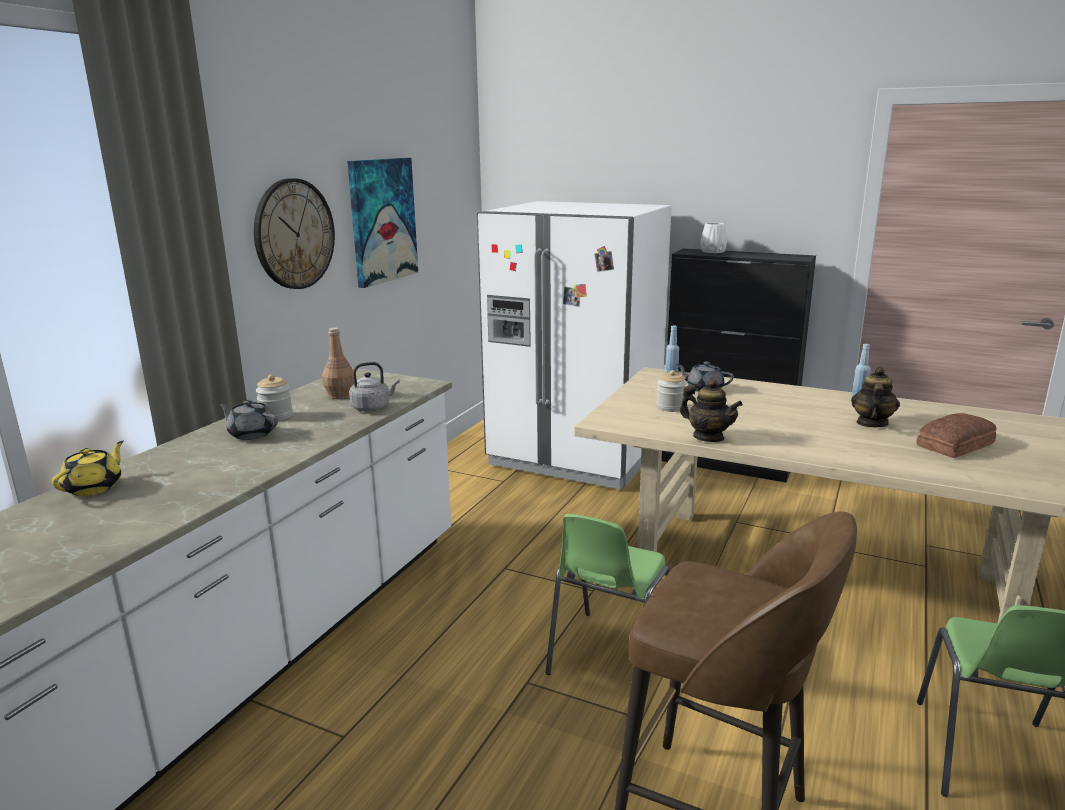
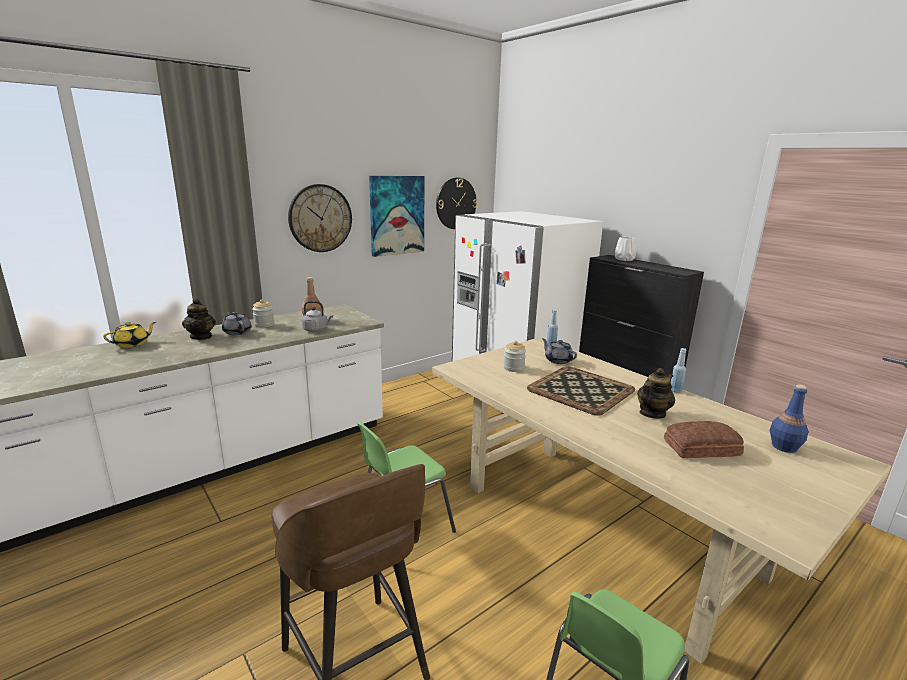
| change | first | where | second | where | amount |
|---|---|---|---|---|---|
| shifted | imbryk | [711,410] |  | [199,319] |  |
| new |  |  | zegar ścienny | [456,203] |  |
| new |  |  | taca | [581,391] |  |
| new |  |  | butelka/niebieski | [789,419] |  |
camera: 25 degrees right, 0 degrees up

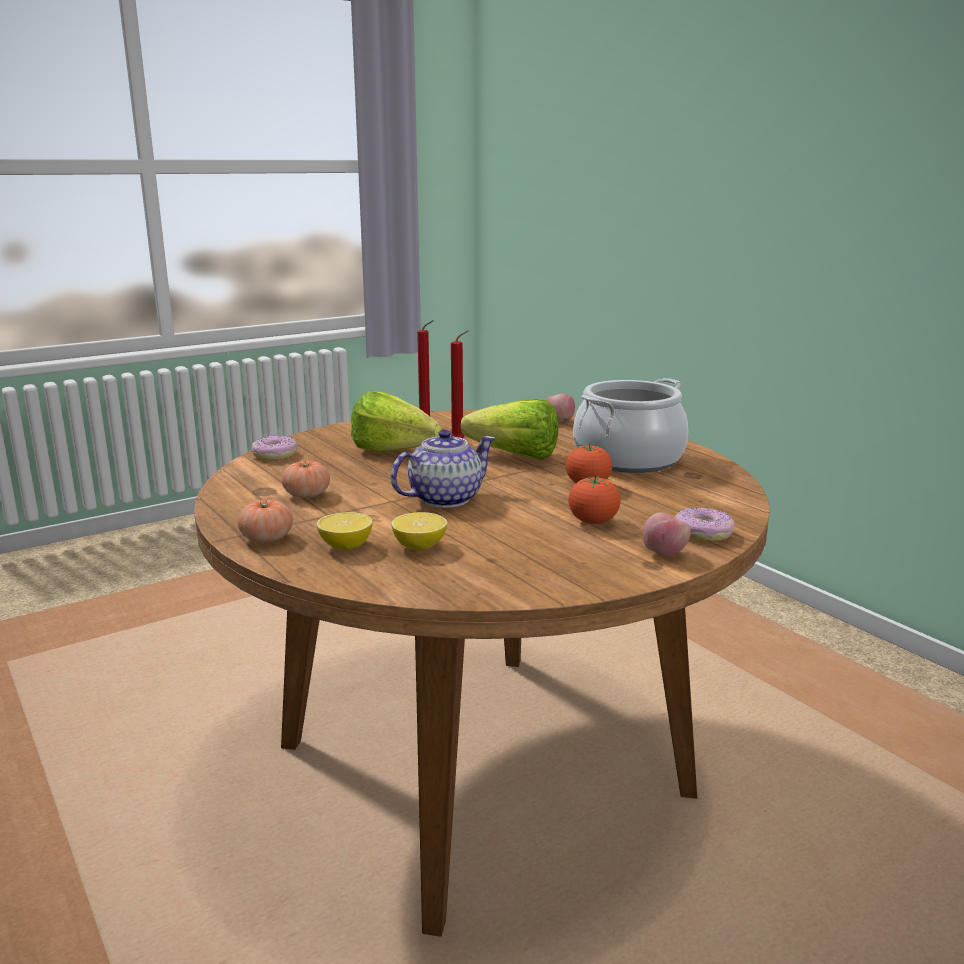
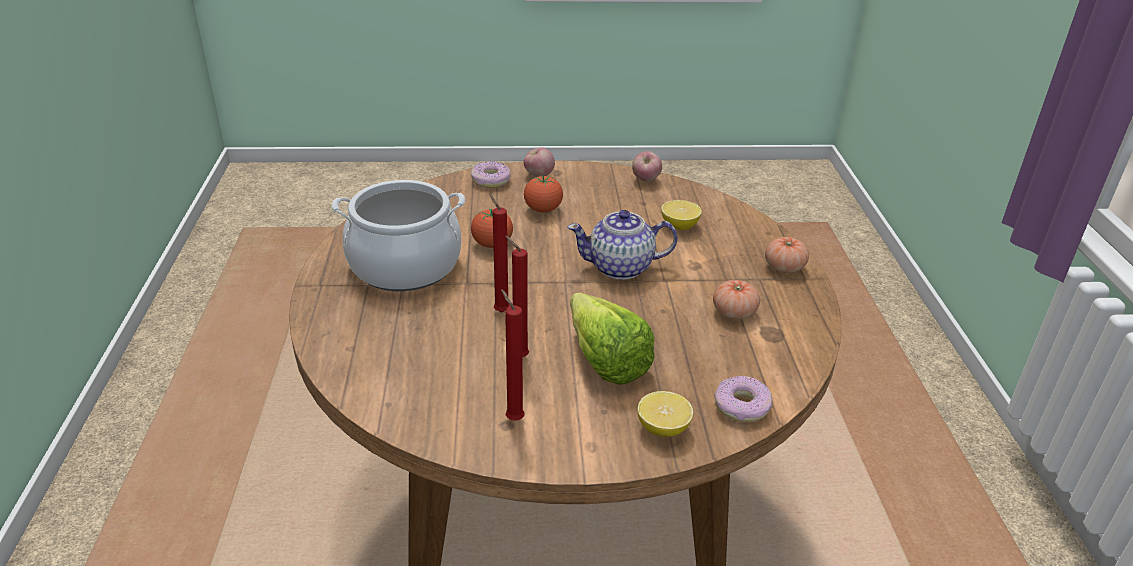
| change | first | where | second | where | amount |
|---|---|---|---|---|---|
| shifted | jabłko | [561,407] |  | [647,166] |  |
| swapped | sałata | [509,429] | świeca/czerwony | [499,252] |  |
| shifted | cytryna | [345,531] |  | [665,414] |  |
camera: 150 degrees left, 15 degrees up

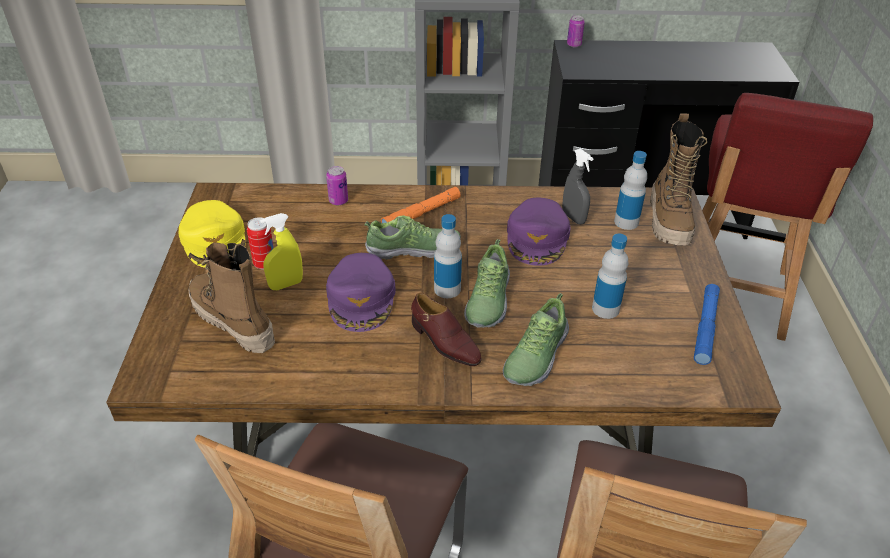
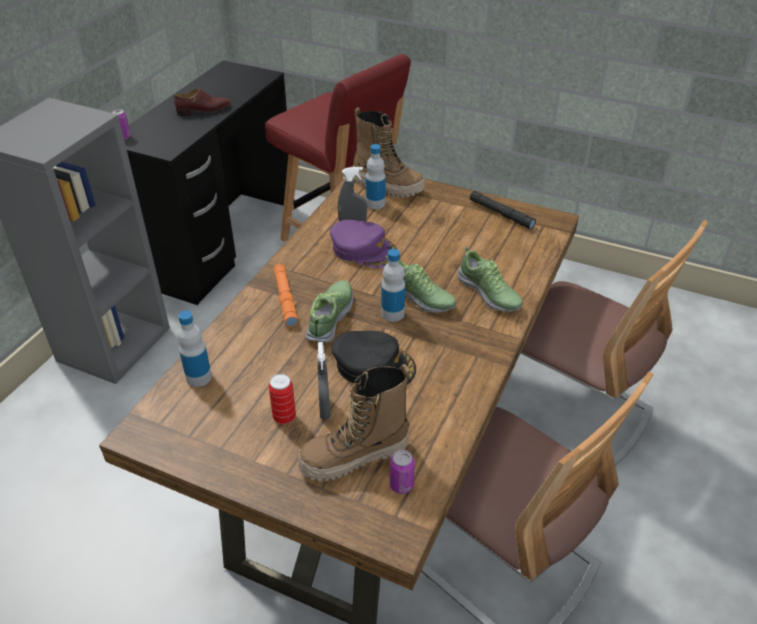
| change | first | where | second | where | amount |
|---|---|---|---|---|---|
| shifted | puszka | [337,185] |  | [402,472] |  |
| gone | czapka z daszkiem/żółty | [212,234] |  |  |  |
| repainted | spryskiwacz/żółty | [281,251] | spryskiwacz/szary | [324,381] |  |
| shifted | butelka | [610,276] |  | [194,348] |  |
| repainted | czapka z daszkiem/fioletowy | [361,292] | czapka z daszkiem/czarny | [374,358] |  |
| repainted | latarka/niebieski | [707,324] | latarka/czarny | [503,210] |  |
| shifted | but/brązowy | [446,329] |  | [202,102] |  |
camera: 65 degrees left, 0 degrees up

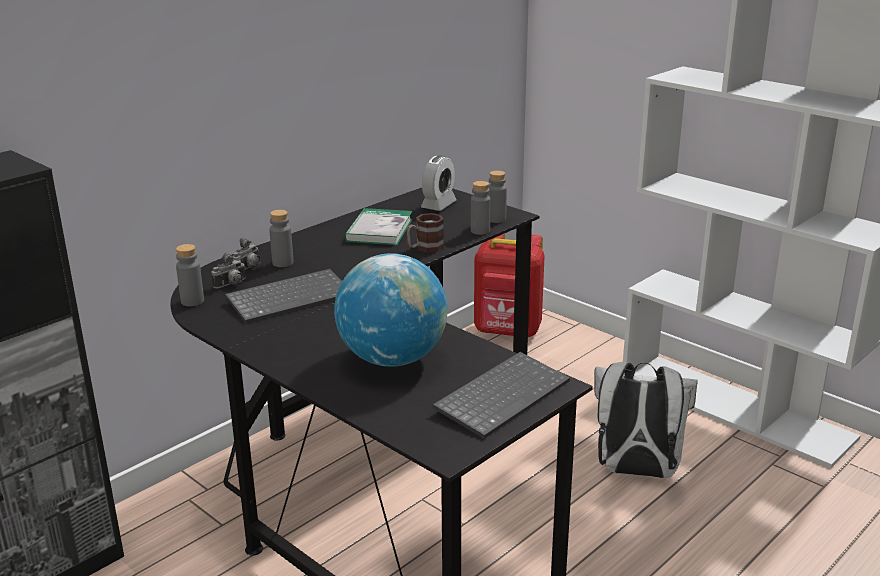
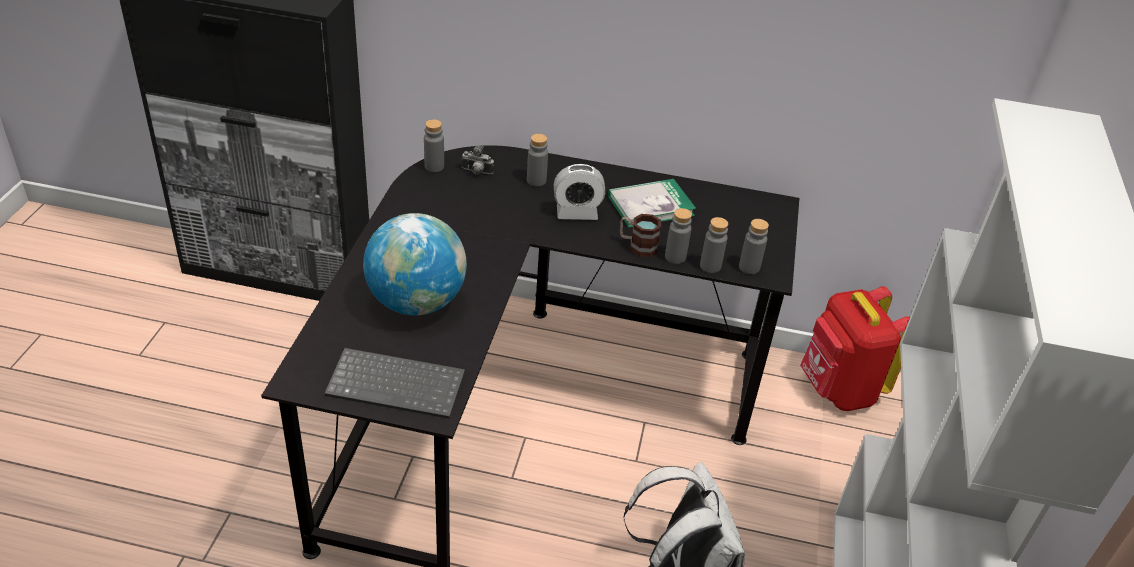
| change | first | where | second | where | amount |
|---|---|---|---|---|---|
| shifted | budzik | [438,183] |  | [579,192] |  |
| gone | aparat fotograficzny | [246,254] |  |  |  |
| gone | klawiatura | [283,296] |  |  |  |
| new |  |  | butelka/szary | [678,236] |  |
camera: 55 degrees right, 15 degrees up

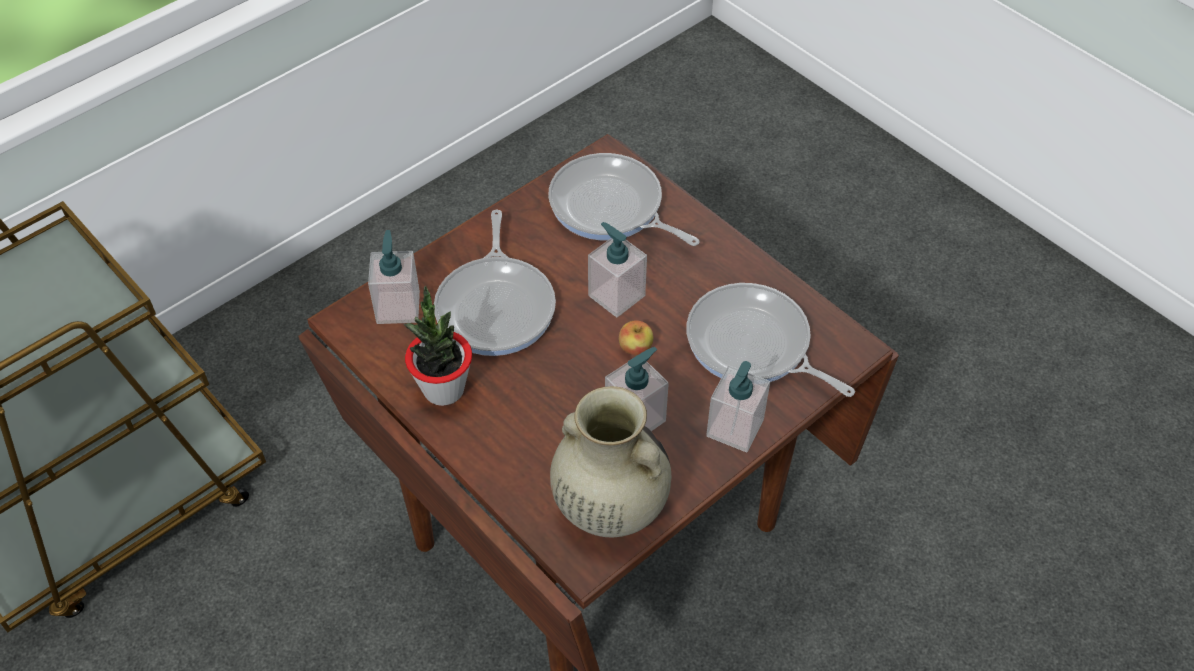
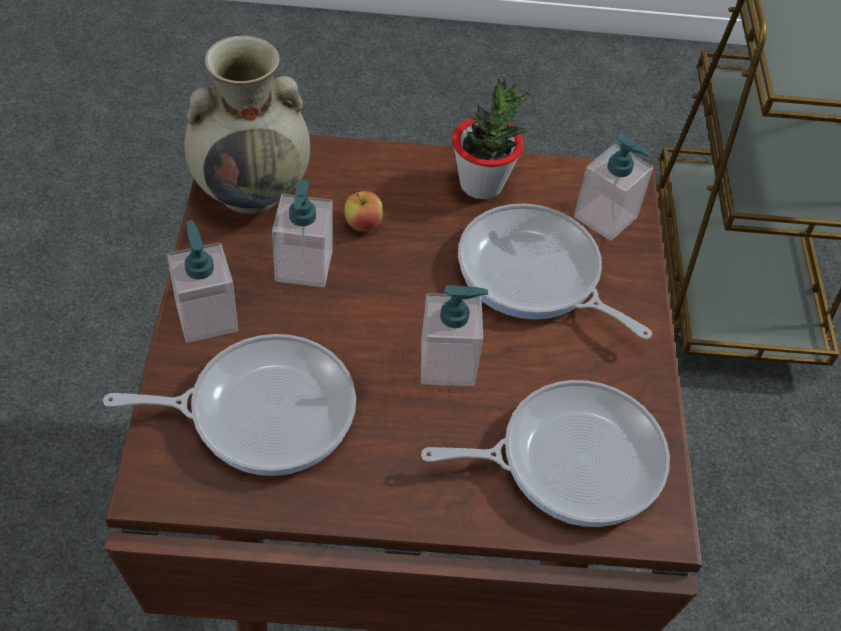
| change | first | where | second | where | amount |
|---|---|---|---|---|---|
| shifted | jabłko | [636,337] |  | [363,211] |  |
camera: 130 degrees right, 0 degrees up

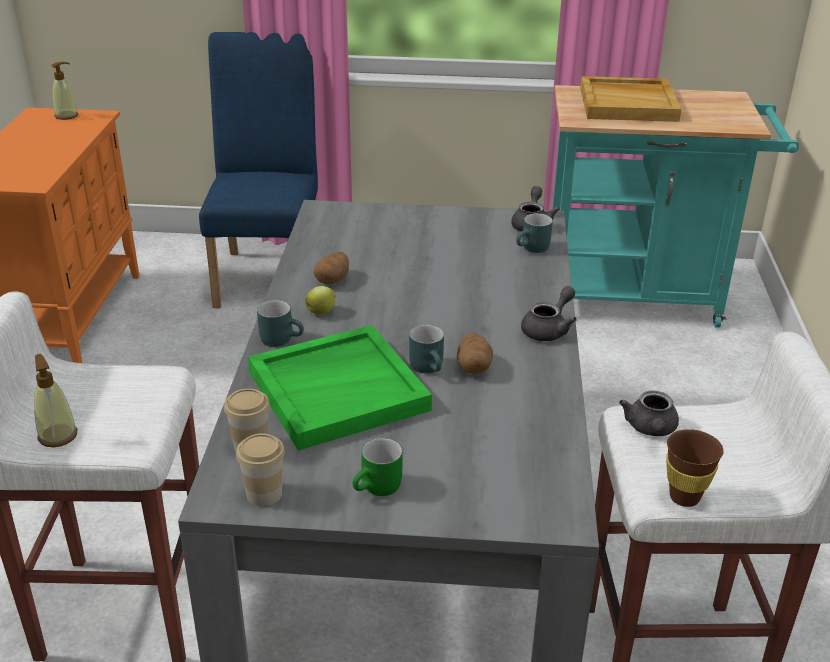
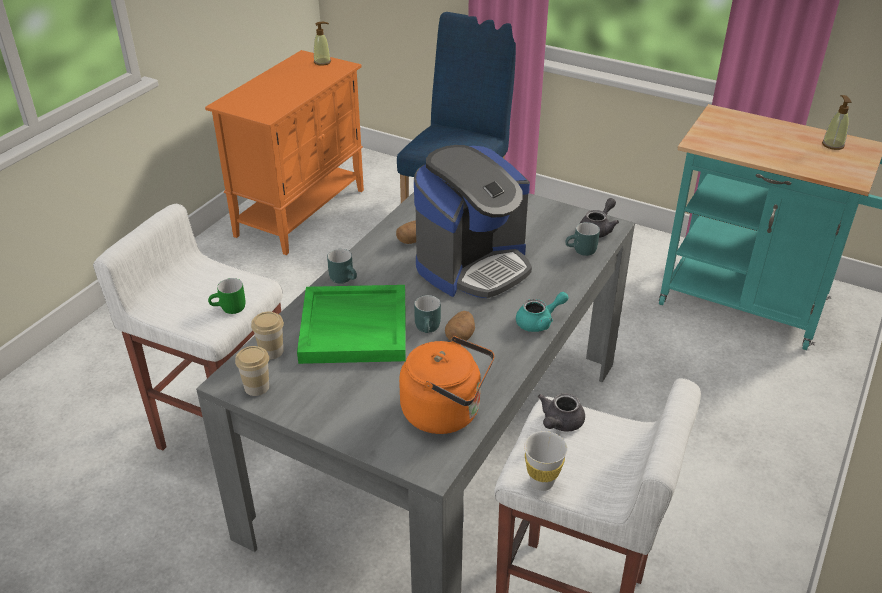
| change | first | where | second | where | amount |
|---|---|---|---|---|---|
| gone | taca/beżowy | [631,99] |  |  |  |
| gone | jabłko | [320,300] |  |  |  |
| repainted | imbryk/szary | [549,313] | imbryk/turkusowy | [542,312] |  |
| shifted | dozownik mydła | [55,400] |  | [836,122] |  |
| repainted | filiżanka/brązowy | [695,468] | filiżanka/biały | [546,461] |  |
| shifted | kubek/zielony | [378,467] |  | [227,296] |  |
| new |  |  | ekspres do kawy | [473,221] |  |
| new |  |  | czajnik/pomarańczowy | [446,385] |  |
camera: 25 degrees right, 5 degrees up

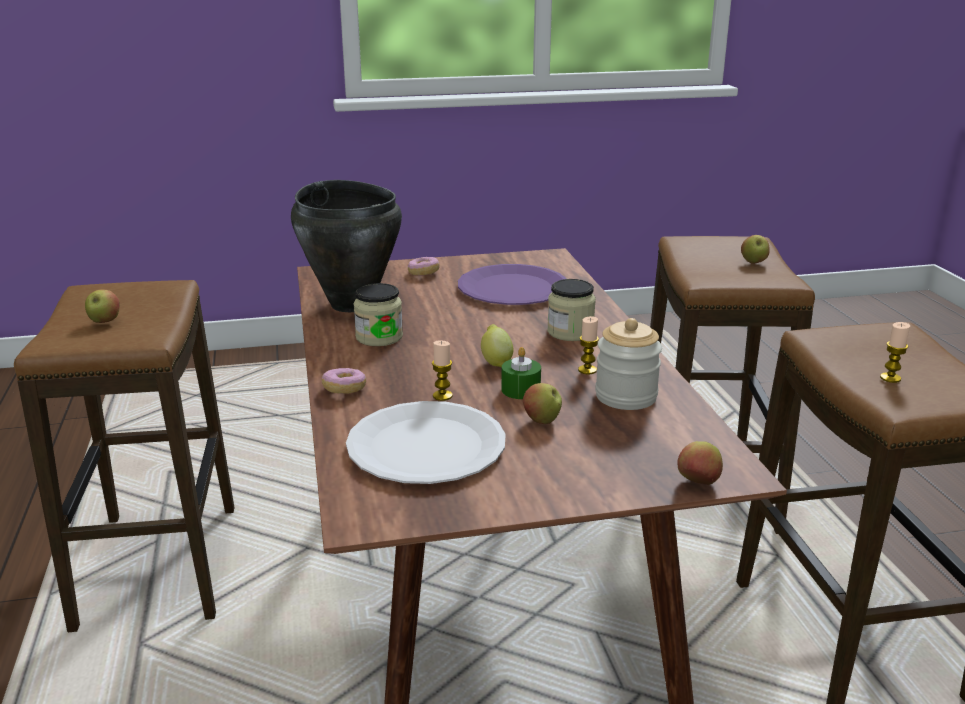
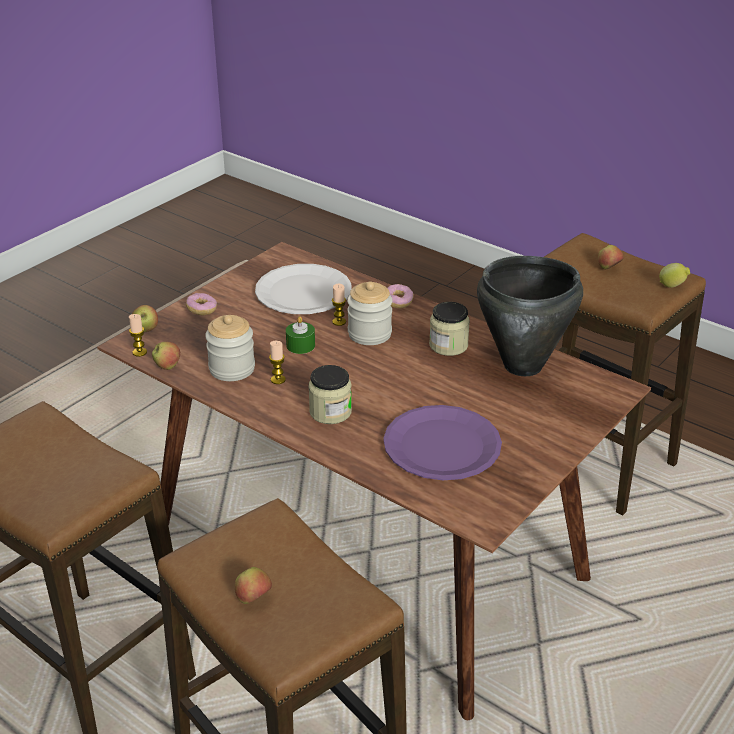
| change | first | where | second | where | amount |
|---|---|---|---|---|---|
| shifted | donut | [424,266] |  | [201,304] |  |
| shifted | świeca | [895,352] |  | [138,335] |  |
| shifted | cytryna | [497,345] |  | [674,275] |  |
| shifted | jabłko | [542,403] |  | [166,356] |  |
| new |  |  | słoik | [370,313] |  |
camera: 140 degrees right, 10 degrees up

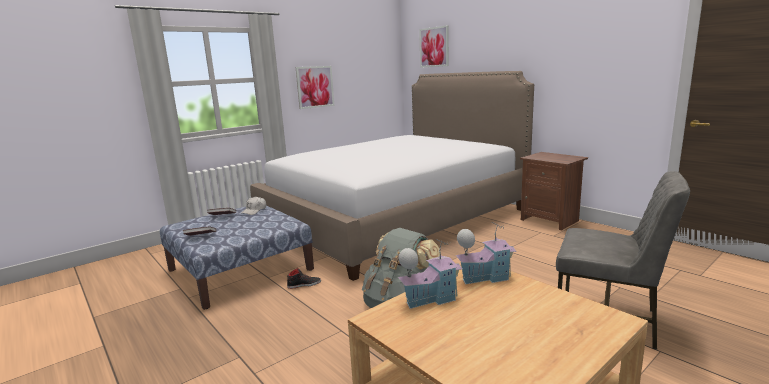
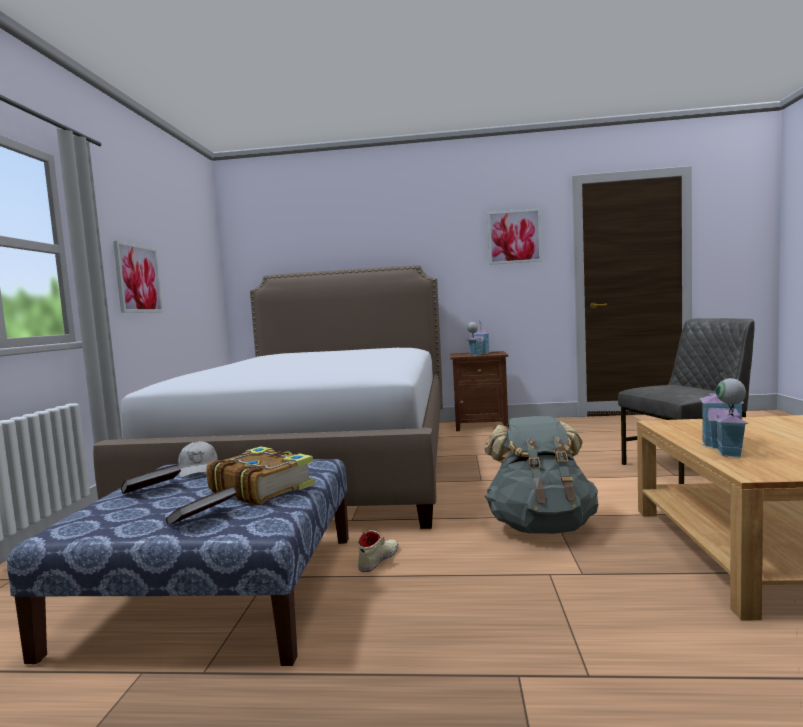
| change | first | where | second | where | amount |
|---|---|---|---|---|---|
| shifted | obraz | [434,46] |  | [514,236] |  |
| shifted | domek | [486,253] |  | [478,337] |  |
| repainted | but/czarny | [304,278] | but/beżowy | [378,551] |  |
| new |  |  | książka | [260,475] |  |
camera: 45 degrees left, 10 degrees down

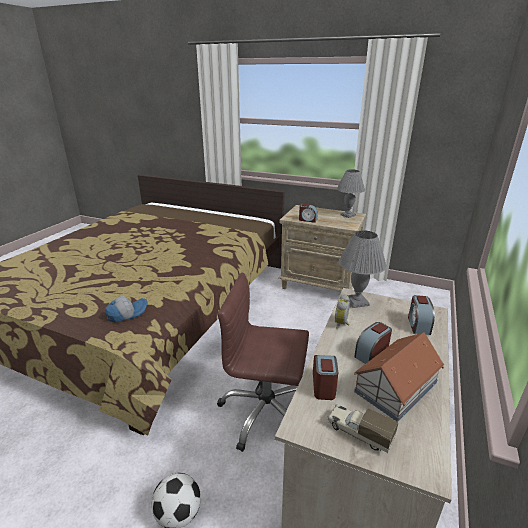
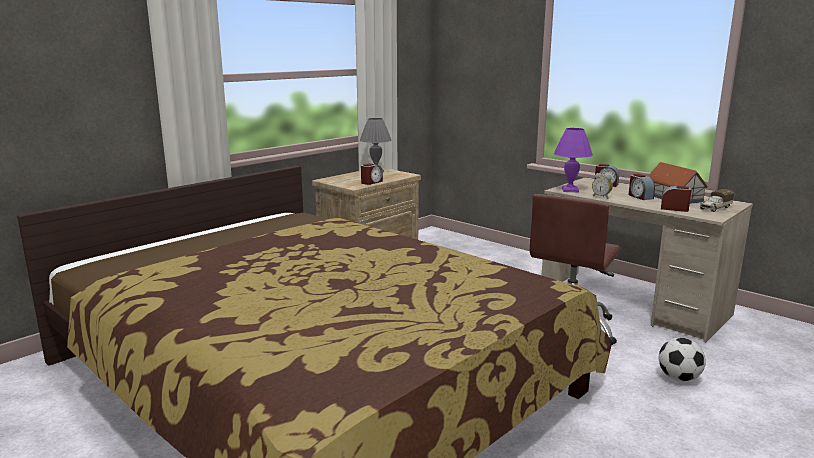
| change | first | where | second | where | amount |
|---|---|---|---|---|---|
| repainted | lampa stołowa/szary | [363,269] | lampa stołowa/fioletowy | [573,160] |  |
| gone | czapka z daszkiem | [126,309] |  |  |  |
camera: 70 degrees left, 10 degrees down

